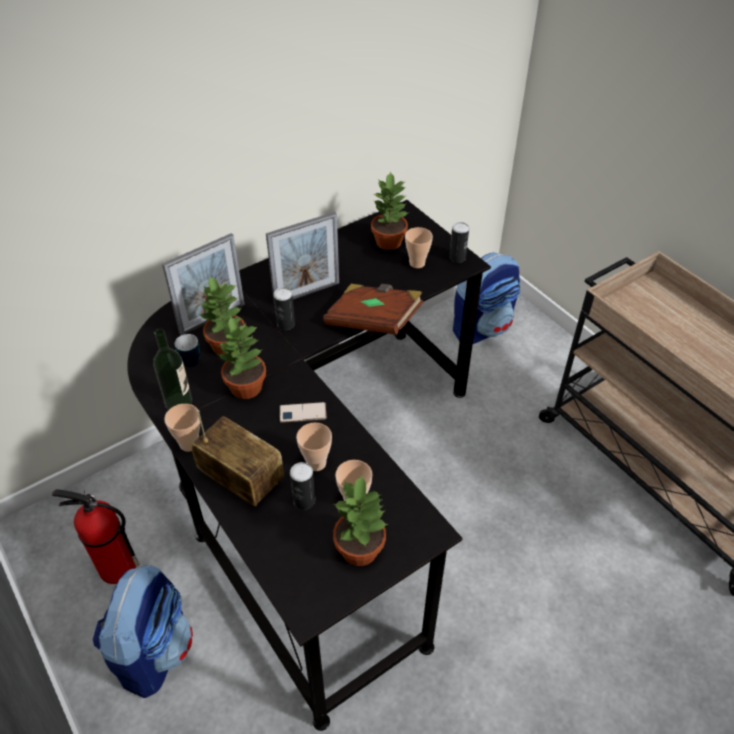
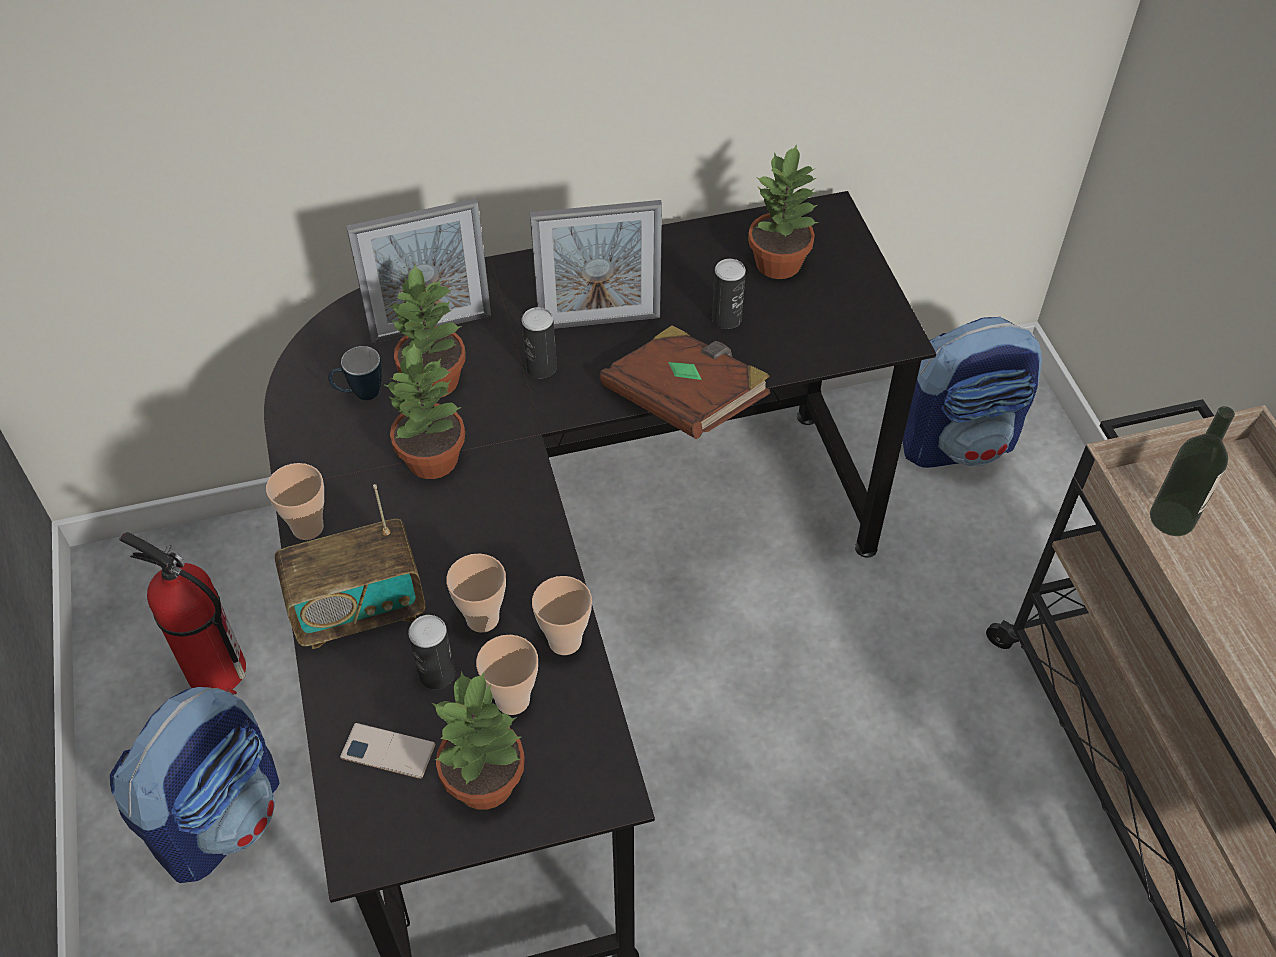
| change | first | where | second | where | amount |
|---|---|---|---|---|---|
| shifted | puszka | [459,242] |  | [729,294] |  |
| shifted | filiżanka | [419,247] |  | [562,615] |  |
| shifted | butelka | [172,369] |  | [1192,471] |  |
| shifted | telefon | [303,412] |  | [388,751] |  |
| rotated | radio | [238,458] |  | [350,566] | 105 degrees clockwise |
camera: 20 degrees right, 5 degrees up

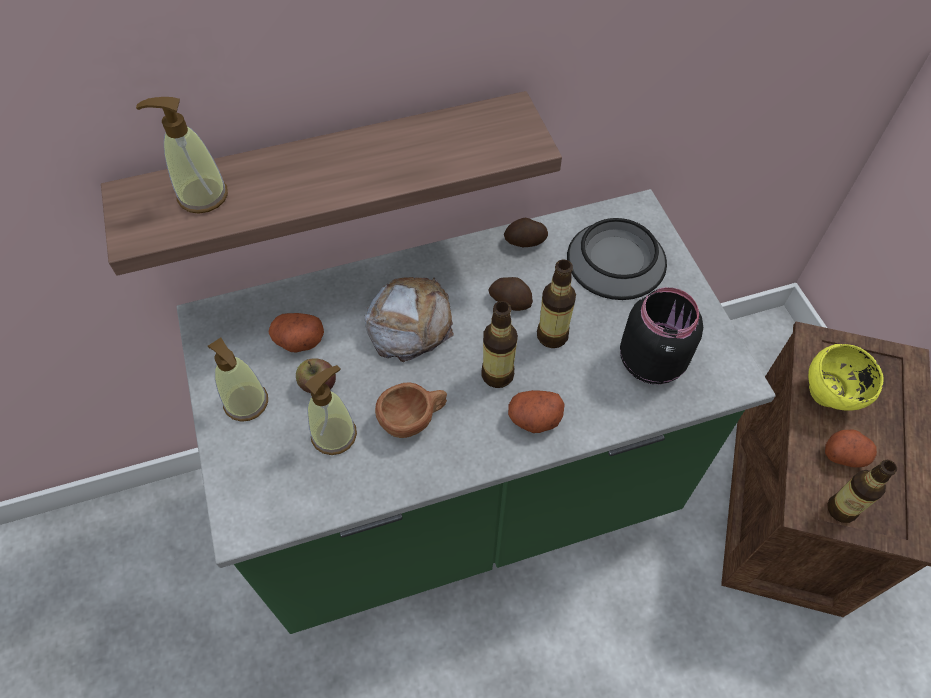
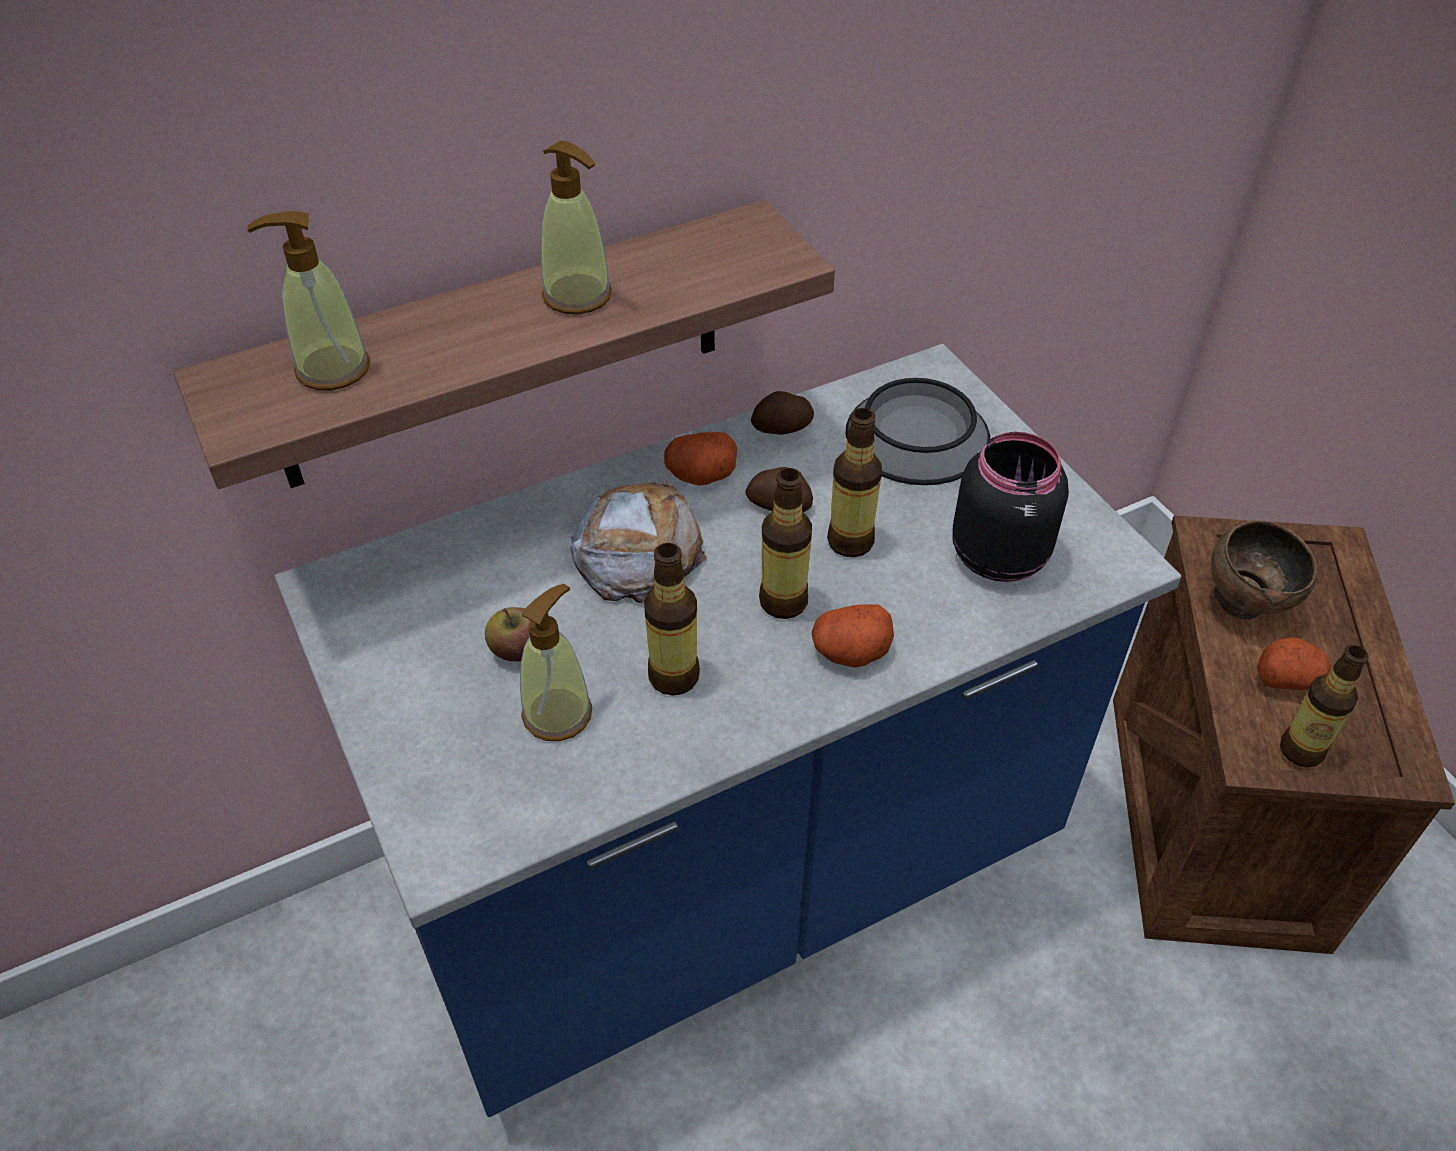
| change | first | where | second | where | amount |
|---|---|---|---|---|---|
| repainted | zabudowa kuchenna/zielony | [476,411] | zabudowa kuchenna/niebieski | [727,730] |  |
| shifted | ziemniak | [296,332] |  | [700,458] |  |
| shifted | dozownik mydła | [238,379] |  | [576,227] |  |
| repainted | miska/żółty | [845,377] | miska/brązowy | [1264,569] |  |
| swapped | filiżanka/brązowy | [411,410] | butelka | [672,619] |  |
camera: 10 degrees left, 10 degrees down

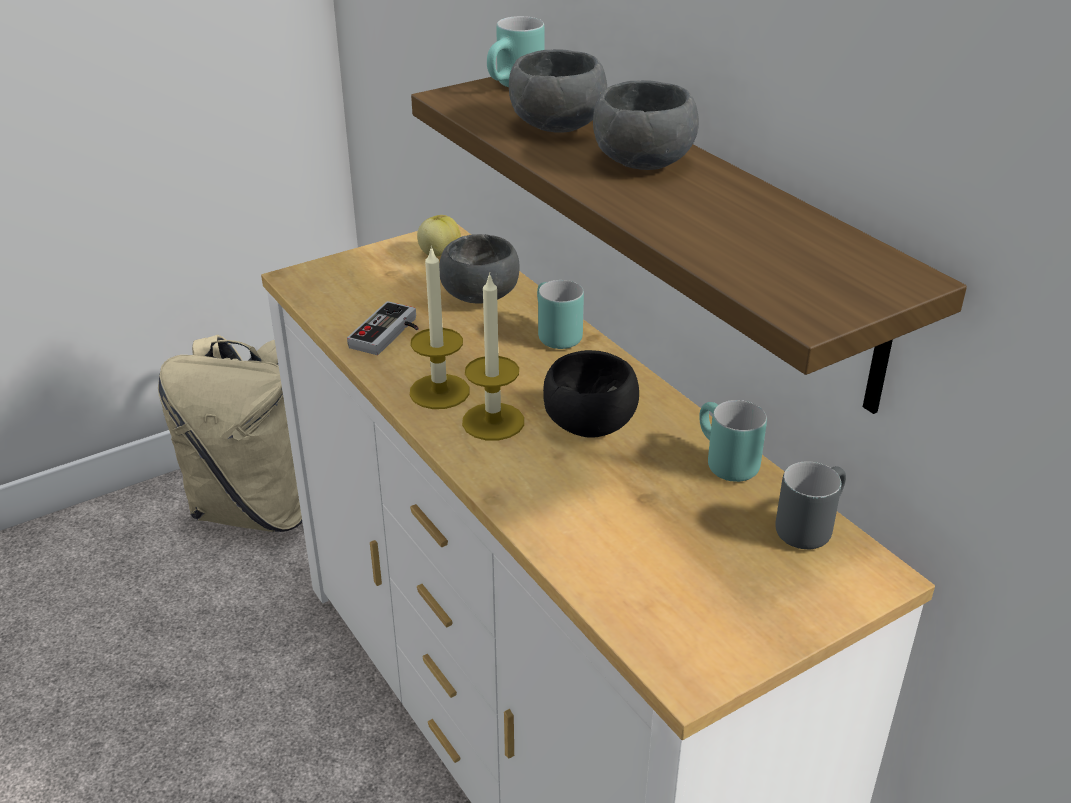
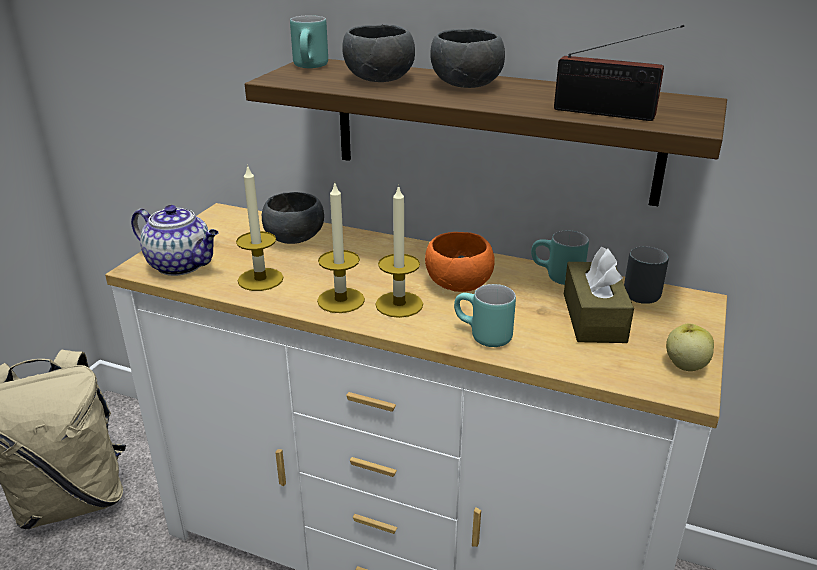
| change | first | where | second | where | amount |
|---|---|---|---|---|---|
| shifted | jabłko | [439,236] |  | [690,347] |  |
| shifted | kubek/turkusowy | [560,314] |  | [485,315] |  |
| swapped | pad do gier | [383,328] | świeca | [260,227] |  |
| repainted | miska/czarny | [591,394] | miska/pomarańczowy | [460,262] |  |
| new |  |  | radio | [619,73] |  |
| new |  |  | imbryk | [175,240] |  |
| new |  |  | pudełko chusteczek/brązowy | [599,295] |  |
camera: 35 degrees left, 5 degrees down

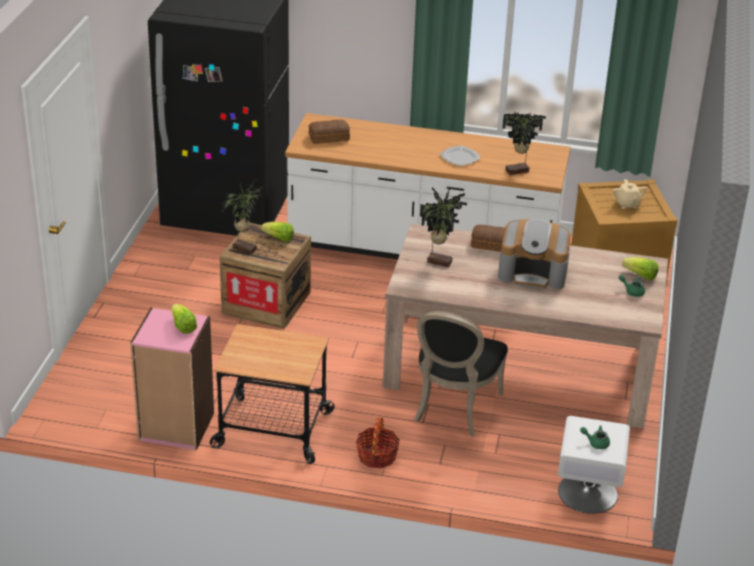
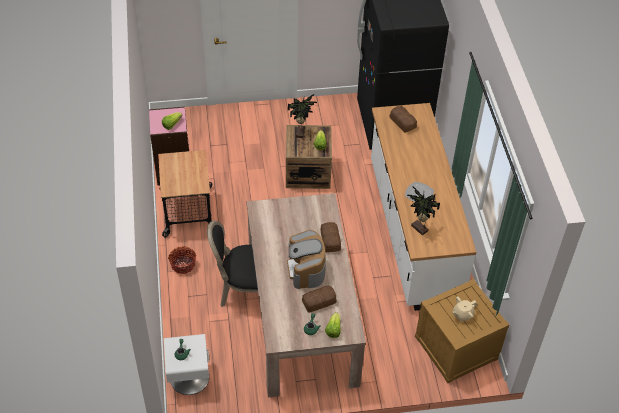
| change | first | where | second | where | amount |
|---|---|---|---|---|---|
| gone | roślina doniczkowa | [443,227] |  |  |  |
| new |  |  | chleb | [319,299] |  |
camera: 70 degrees right, 15 degrees up

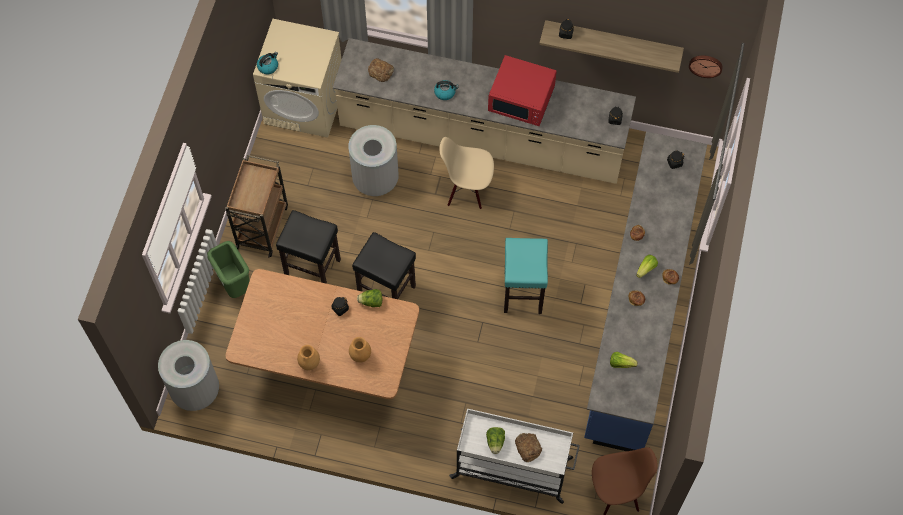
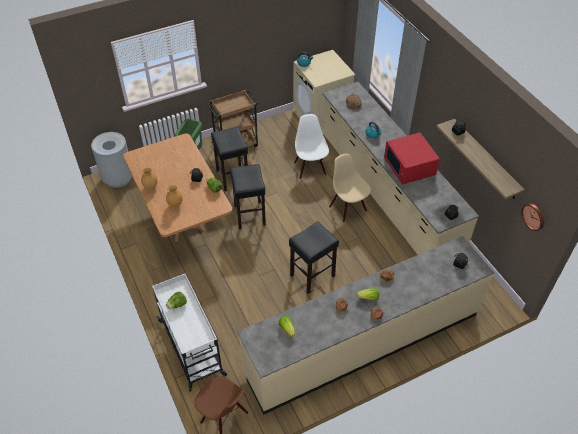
| change | first | where | second | where | amount |
|---|---|---|---|---|---|
| swapped | kosz na śmieci/szary | [373,160] | krzesło/biały | [311,146] |  |
| repainted | zabudowa kuchenna/niebieski | [645,291] | zabudowa kuchenna/beżowy | [365,325] |  |
| repainted | stołek/turkusowy | [526,276] | stołek/czarny | [314,257] |  |
| gone | chleb | [528,447] |  |  |  |
camera: 50 degrees right, 15 degrees down

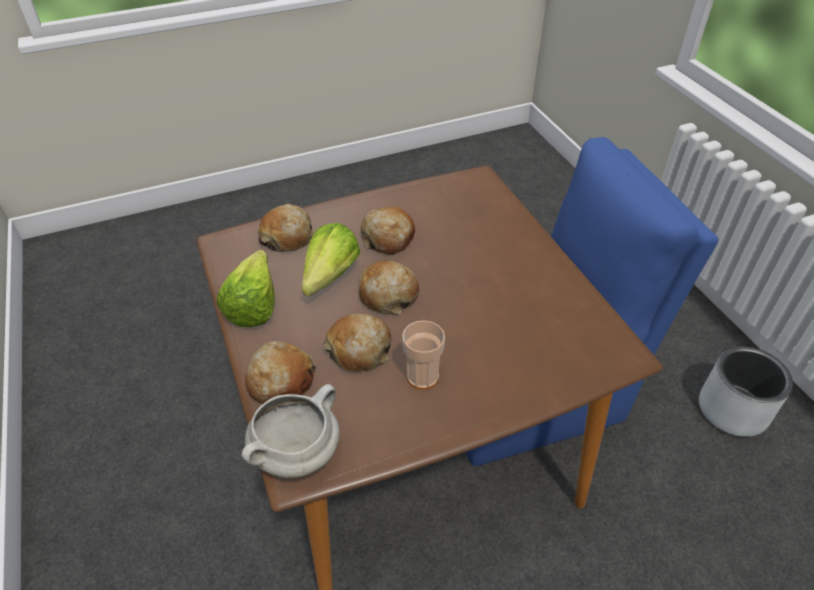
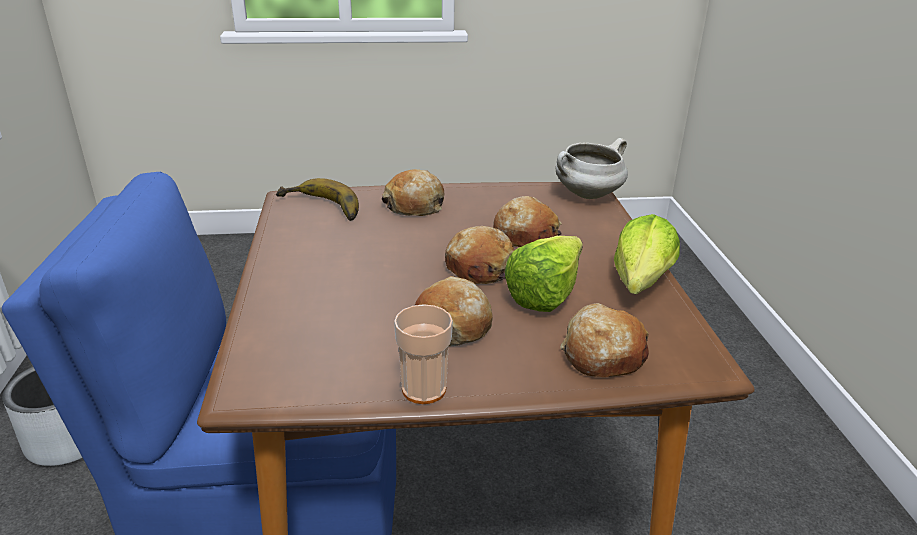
| change | first | where | second | where | amount |
|---|---|---|---|---|---|
| shifted | filiżanka | [423,354] |  | [423,354] |  |
| shifted | chleb | [280,372] |  | [413,192] |  |
| new |  |  | banan | [317,199] |  |
camera: 165 degrees left, 15 degrees down

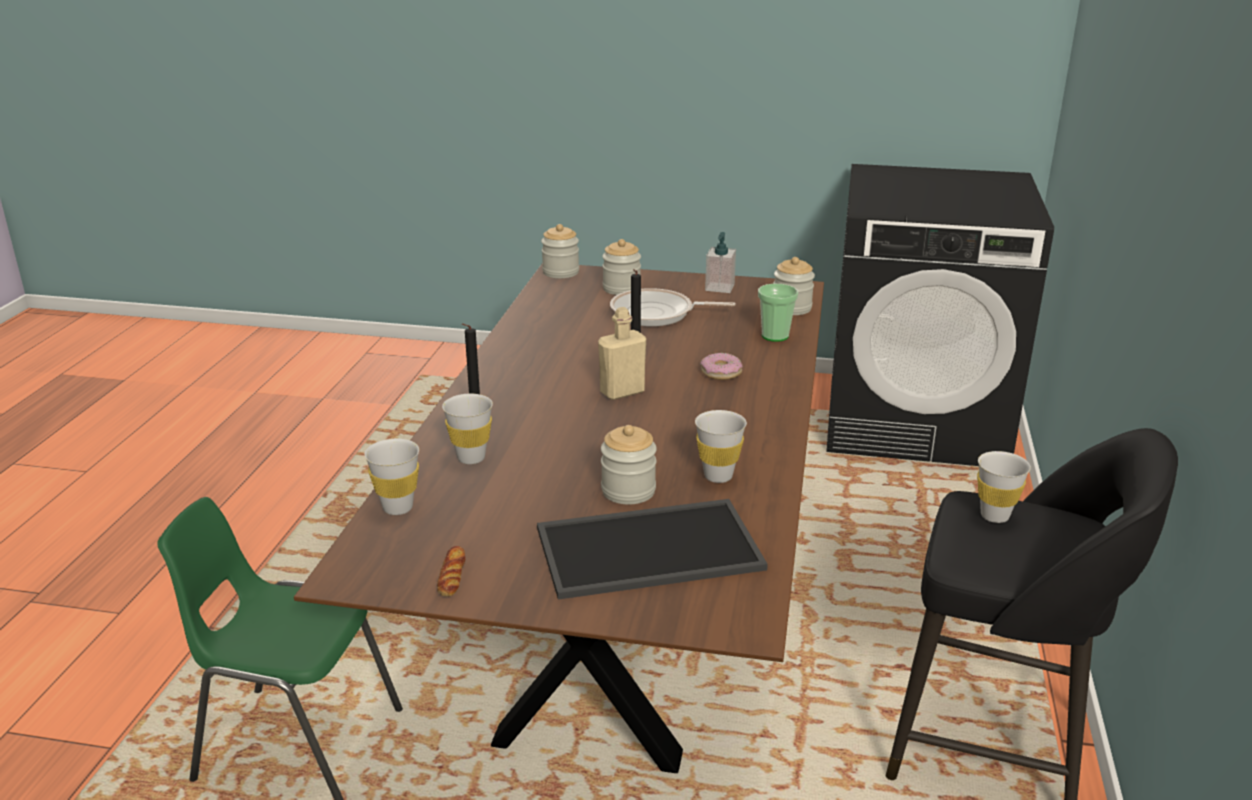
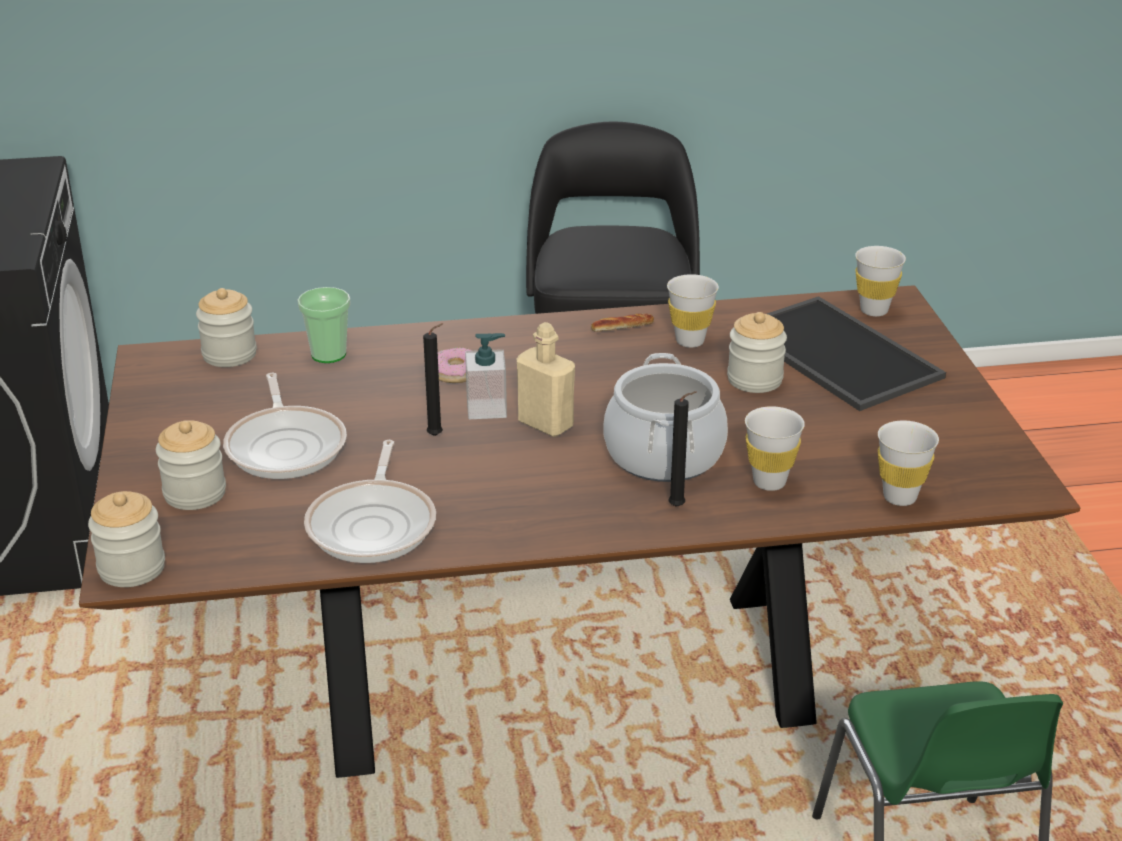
| change | first | where | second | where | amount |
|---|---|---|---|---|---|
| shifted | dozownik mydła | [720,262] |  | [486,376] |  |
| shifted | filiżanka/biały | [1004,487] |  | [880,281] |  |
| shifted | chleb | [451,571] |  | [622,322] |  |
| new |  |  | garnek | [665,417] |  |
| new |  |  | patelnia | [370,501] |  |
camera: 110 degrees left, 5 degrees up

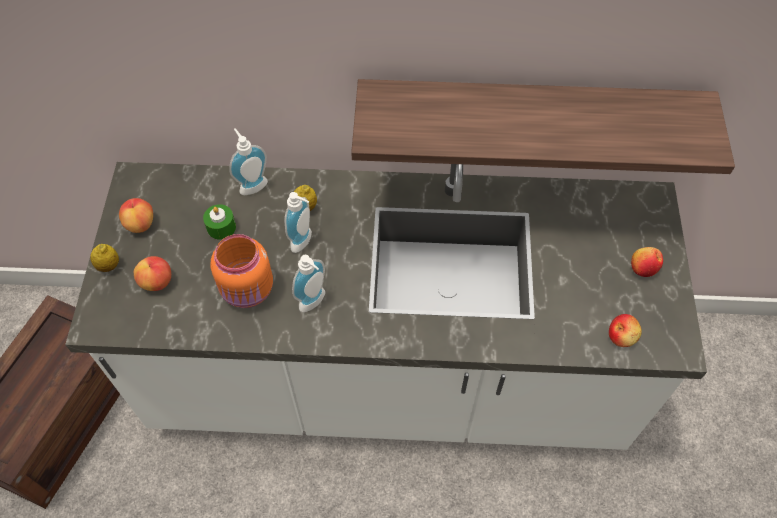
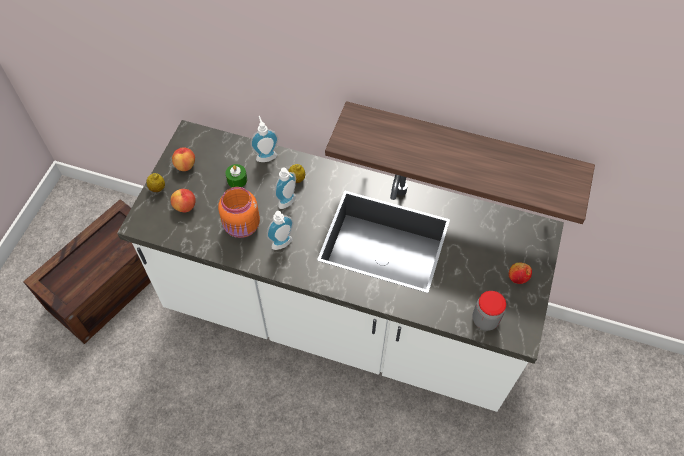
| change | first | where | second | where | amount |
|---|---|---|---|---|---|
| swapped | jabłko | [625,330] | słoik | [489,311] |  |
camera: 15 degrees right, 0 degrees up

